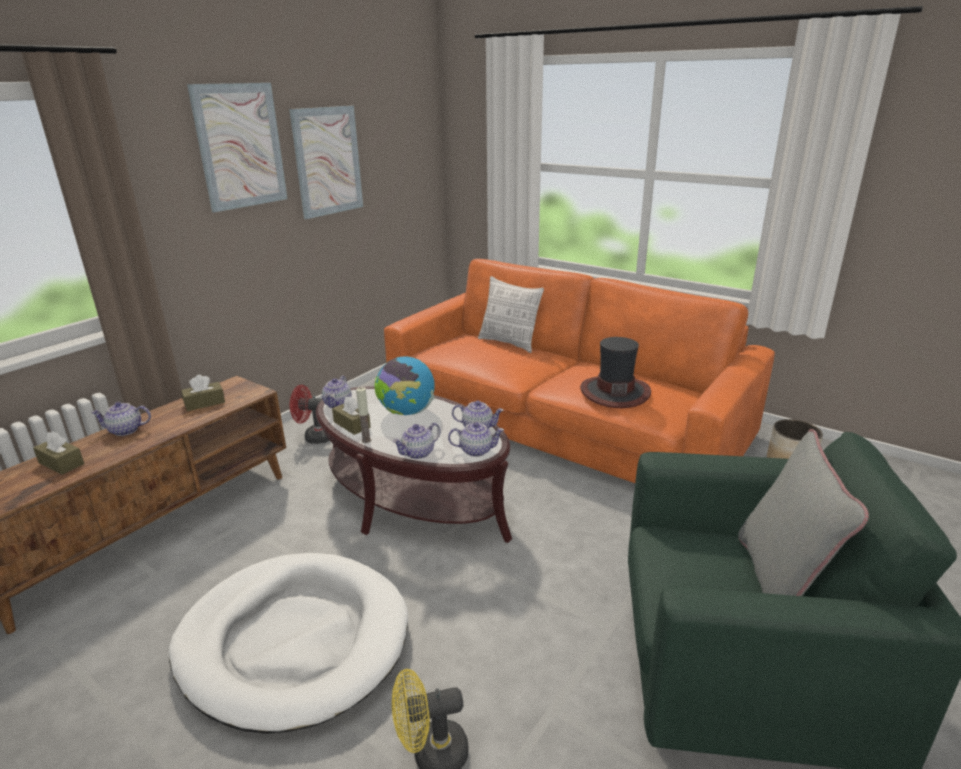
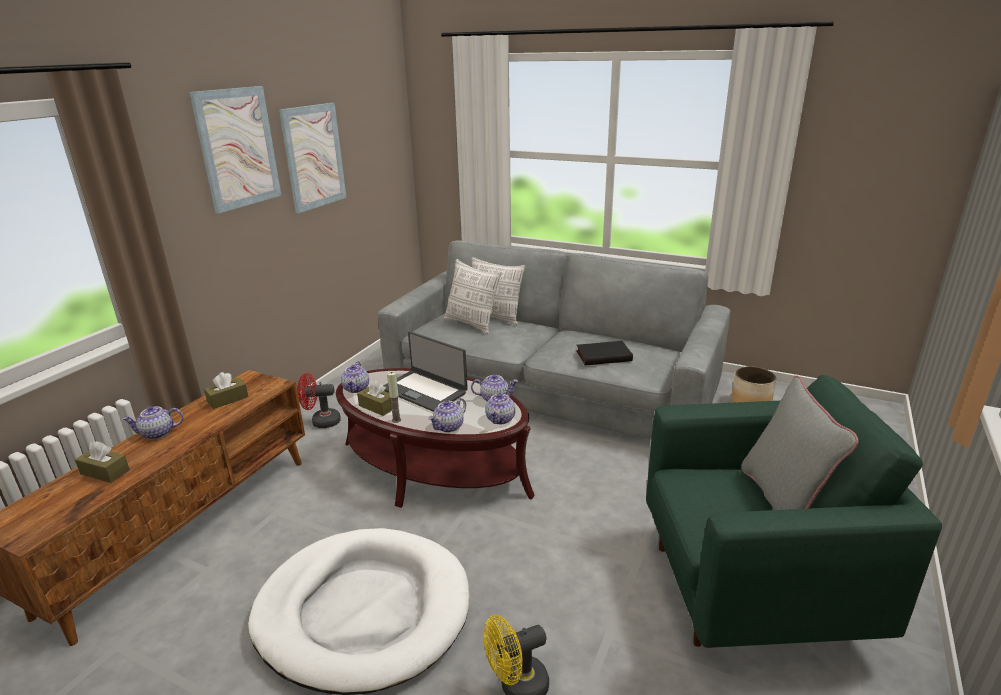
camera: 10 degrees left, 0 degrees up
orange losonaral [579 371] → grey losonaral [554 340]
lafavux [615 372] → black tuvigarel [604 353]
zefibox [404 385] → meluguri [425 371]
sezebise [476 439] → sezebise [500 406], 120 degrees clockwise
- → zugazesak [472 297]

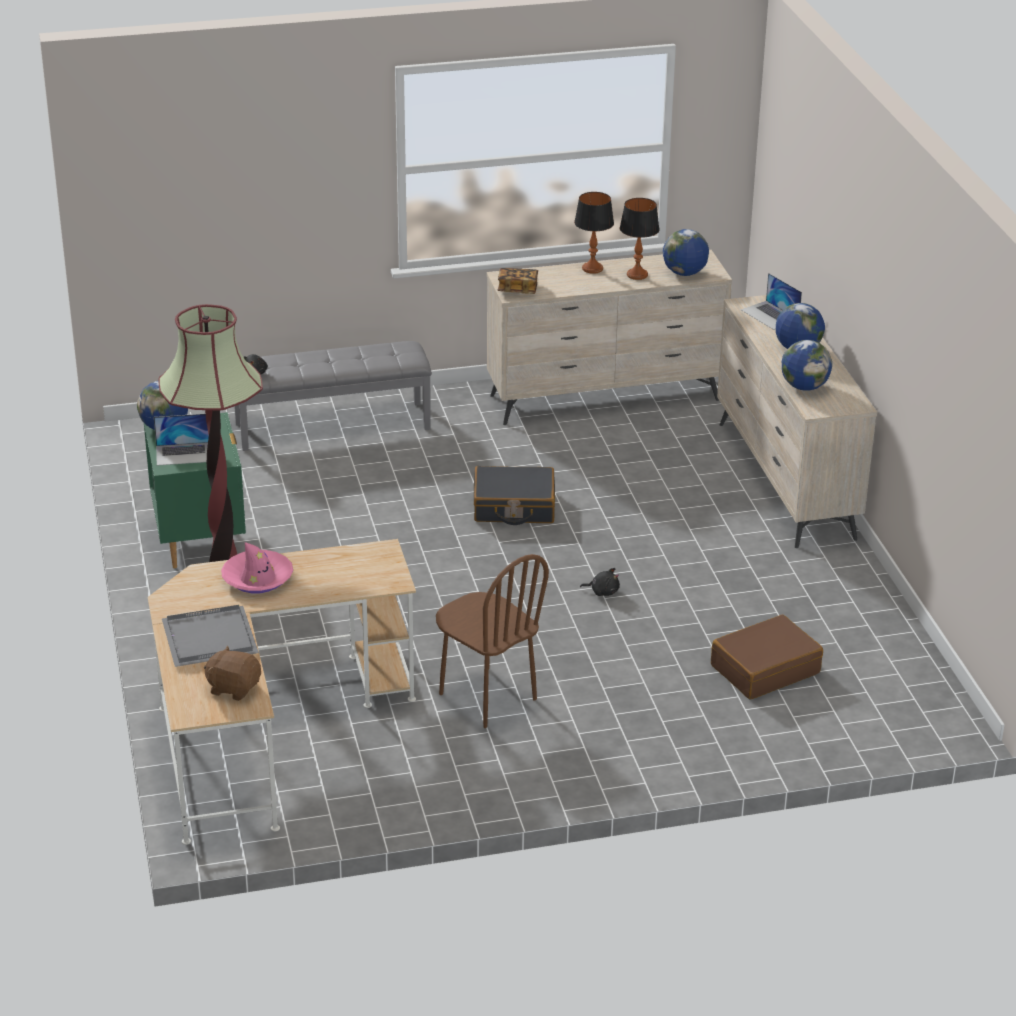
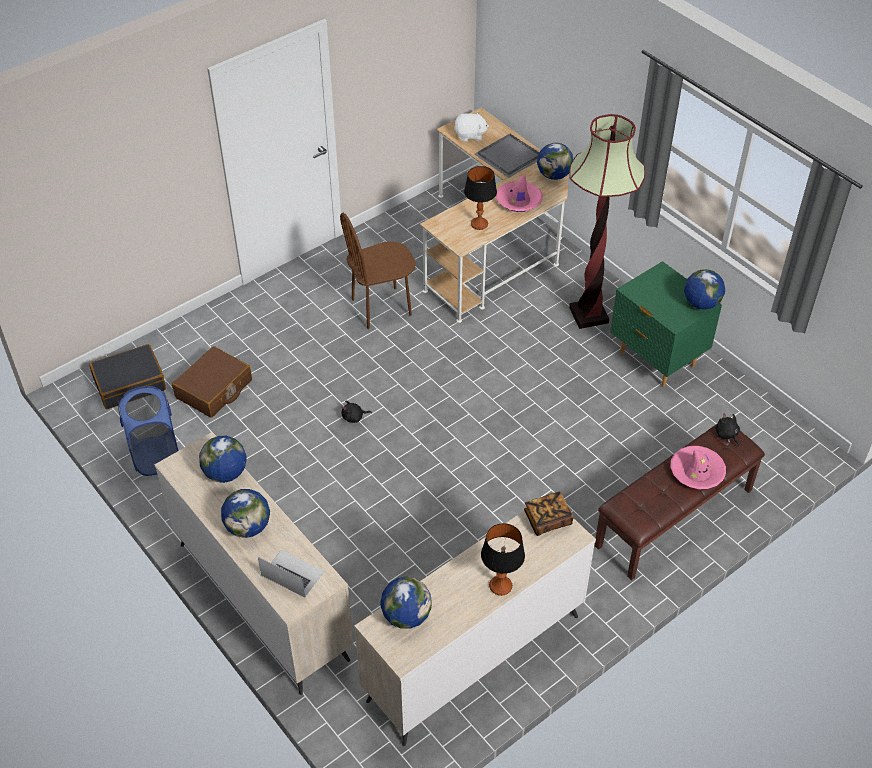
camera: 155 degrees right, 15 degrees up
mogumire [640 239] → mogumire [480 198], moved
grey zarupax [333 396] → brown zarupax [680 502]
meluguri [181 440] → -
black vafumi [514 495] → black vafumi [127 376], moved
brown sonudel [492 641] → brown sonudel [378 271], 45 degrees counterclockwise
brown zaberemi [232 673] → white zaberemi [471 127]
- → zefibox [555 161]
- → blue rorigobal [148 431]
- → pink lafavux [698 467]

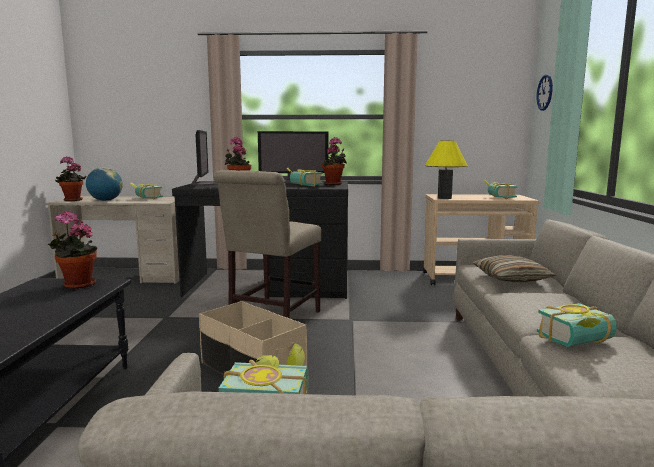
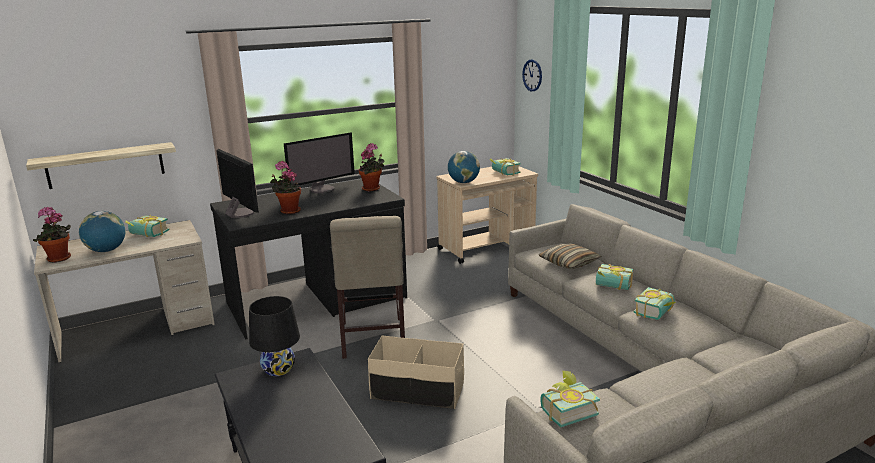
camera: 30 degrees left, 10 degrees up
yellow mogumire [446 169] → zefibox [464 167]
tuvigarel [304 177] → tuvigarel [614 277], moved
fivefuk [72 250] → black mogumire [274 336]
- → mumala [101 165]

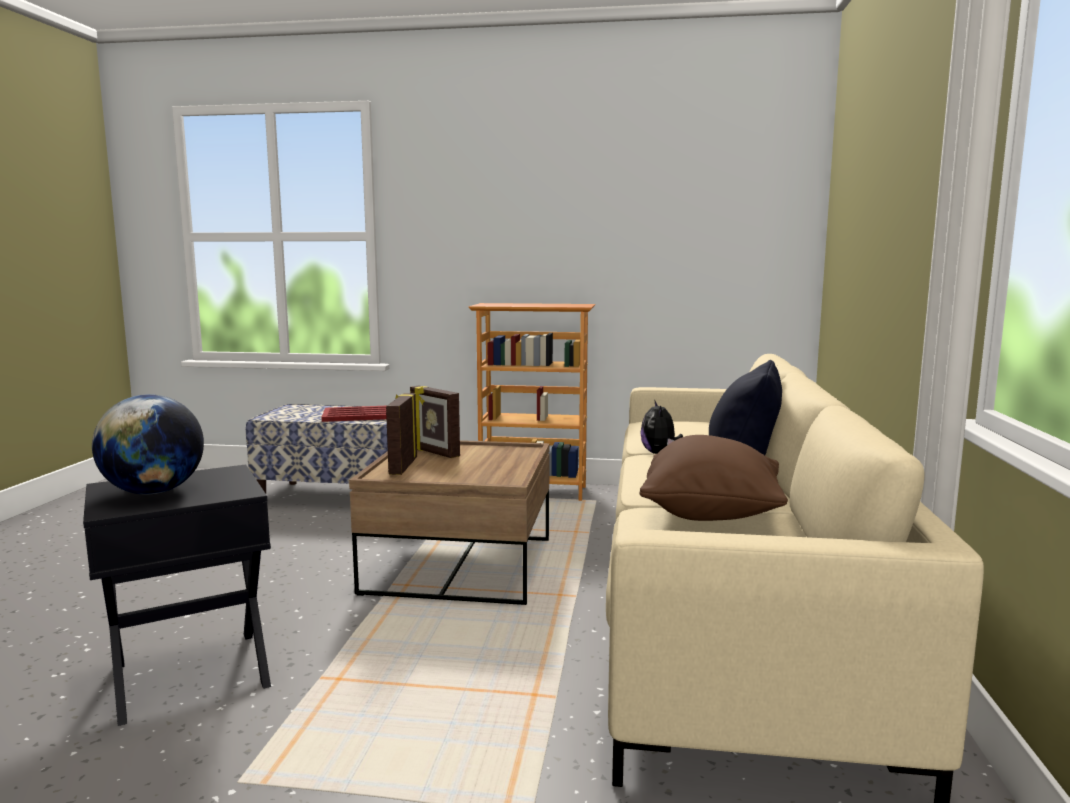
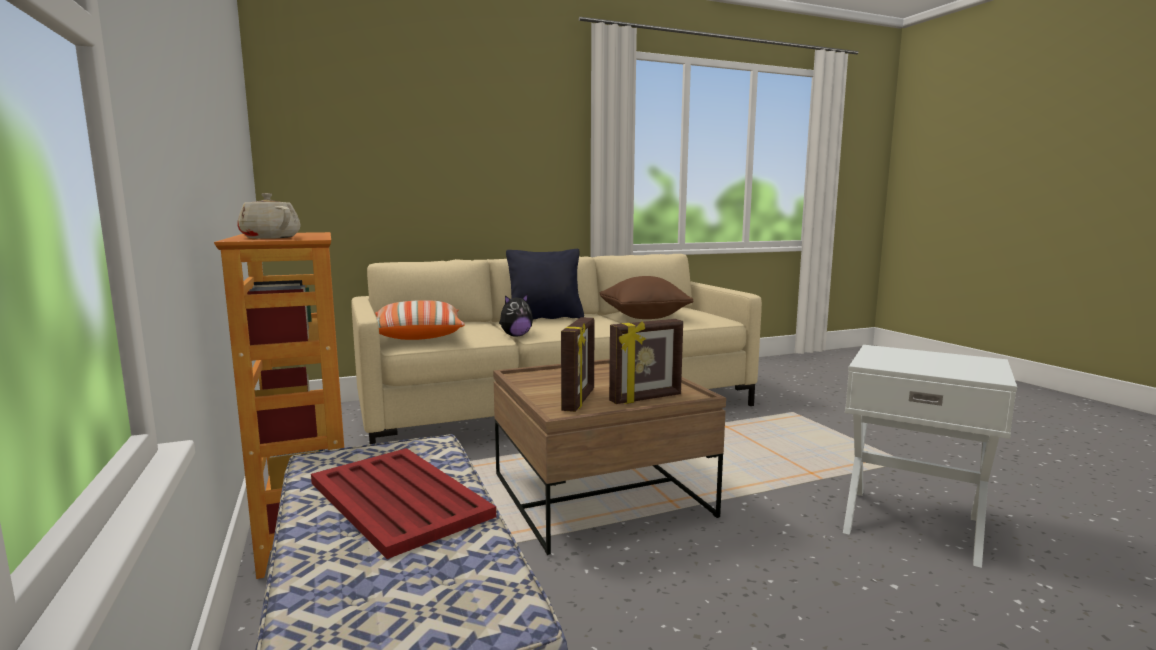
camera: 120 degrees left, 0 degrees up
zefibox [148 444] → -
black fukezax [177 595] → white fukezax [930 456]
- → beige sezebise [269 216]
- → zugazesak [420 320]

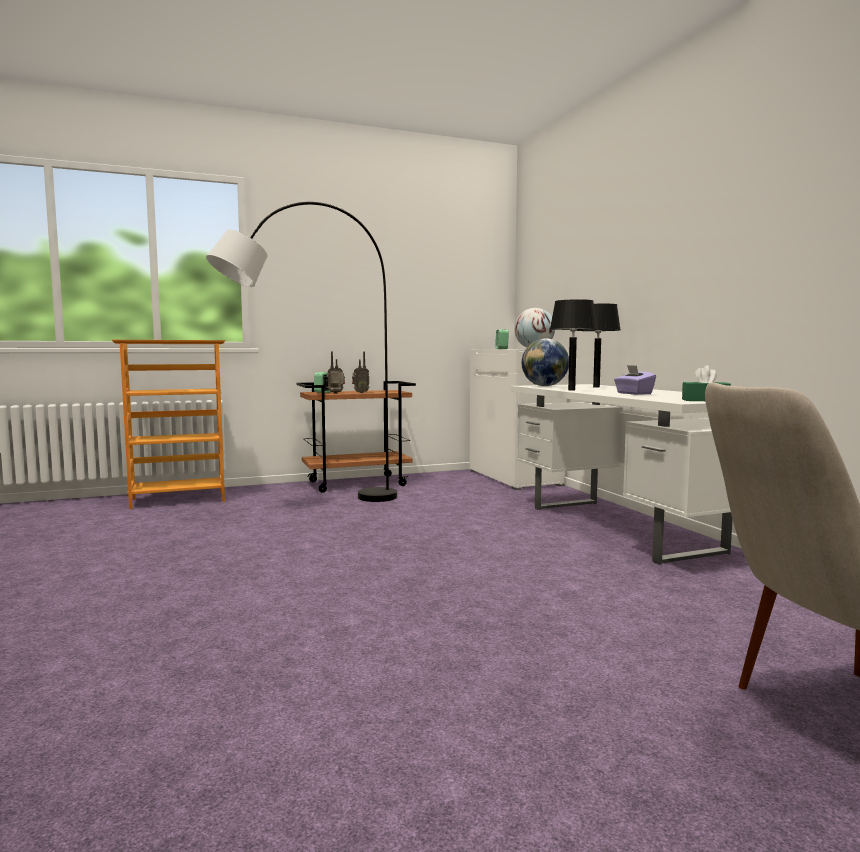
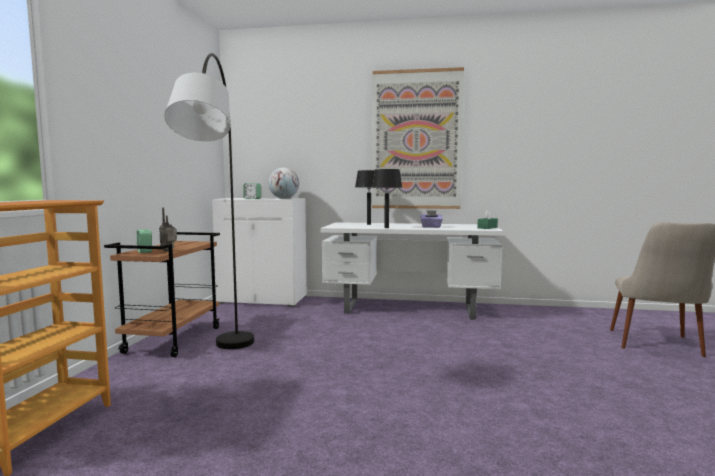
camera: 60 degrees left, 0 degrees up
zefibox [545 362] → -
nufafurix [360 372] → -
- → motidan [418 138]

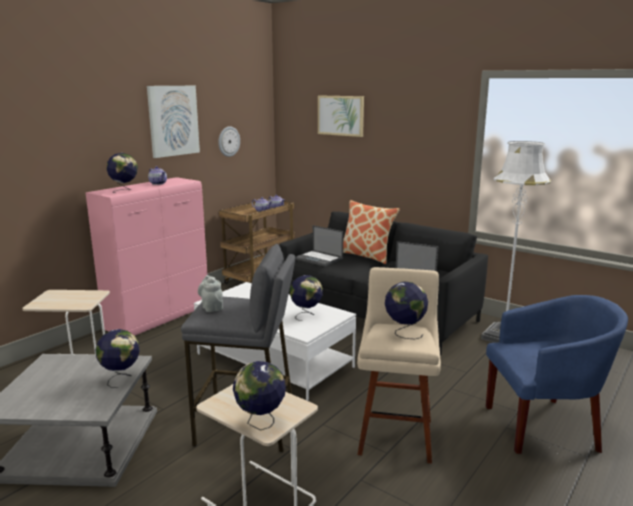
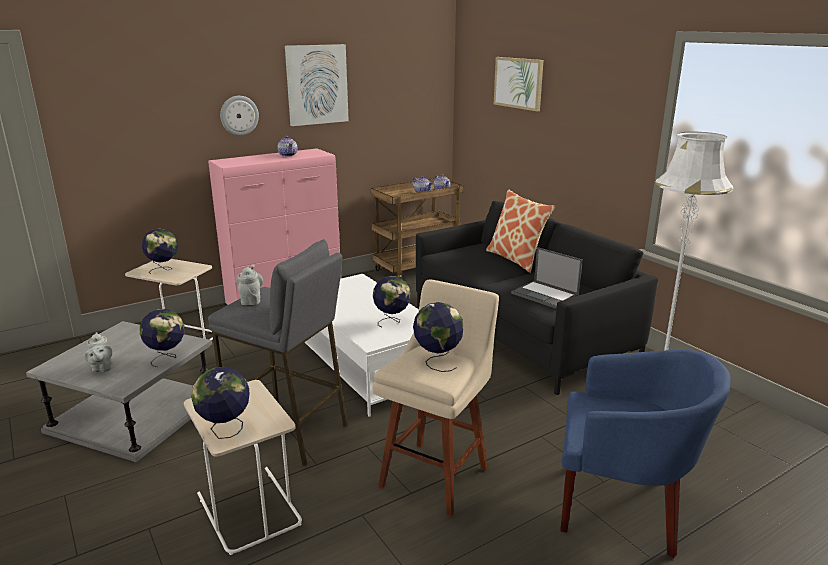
camera: 20 degrees right, 5 degrees up
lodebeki [229 141] → lodebeki [239 116], moved
zefibox [122 173] → zefibox [160 251], moved
meluguri [320 245] → -
- → grey sezebise [98 352]

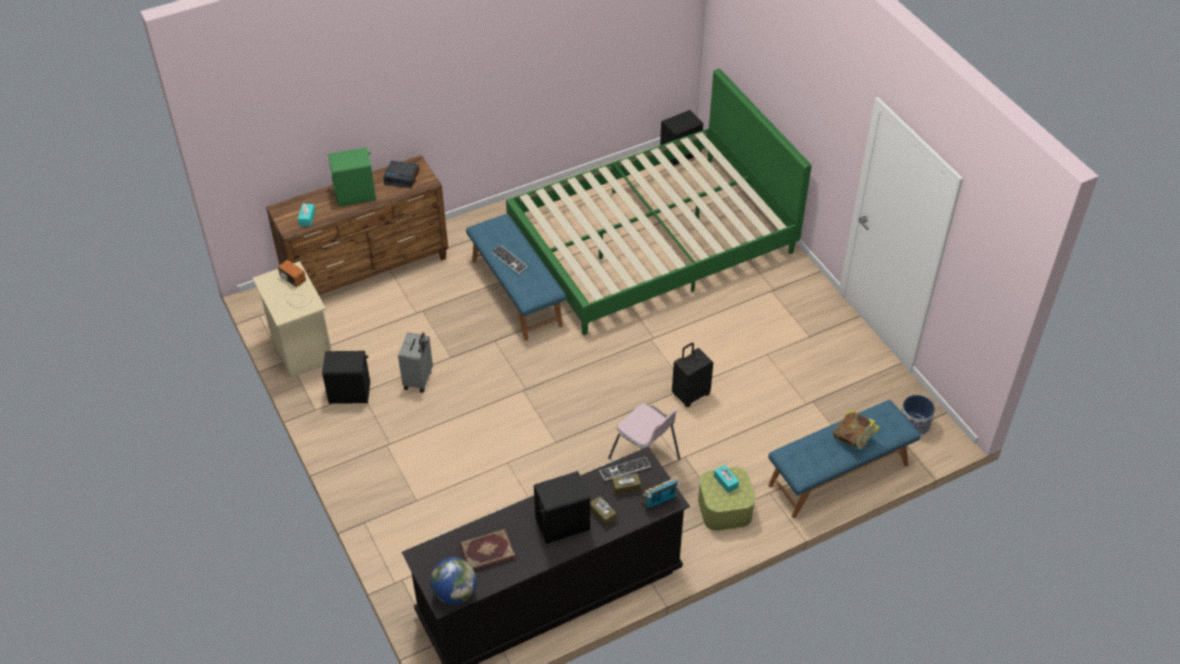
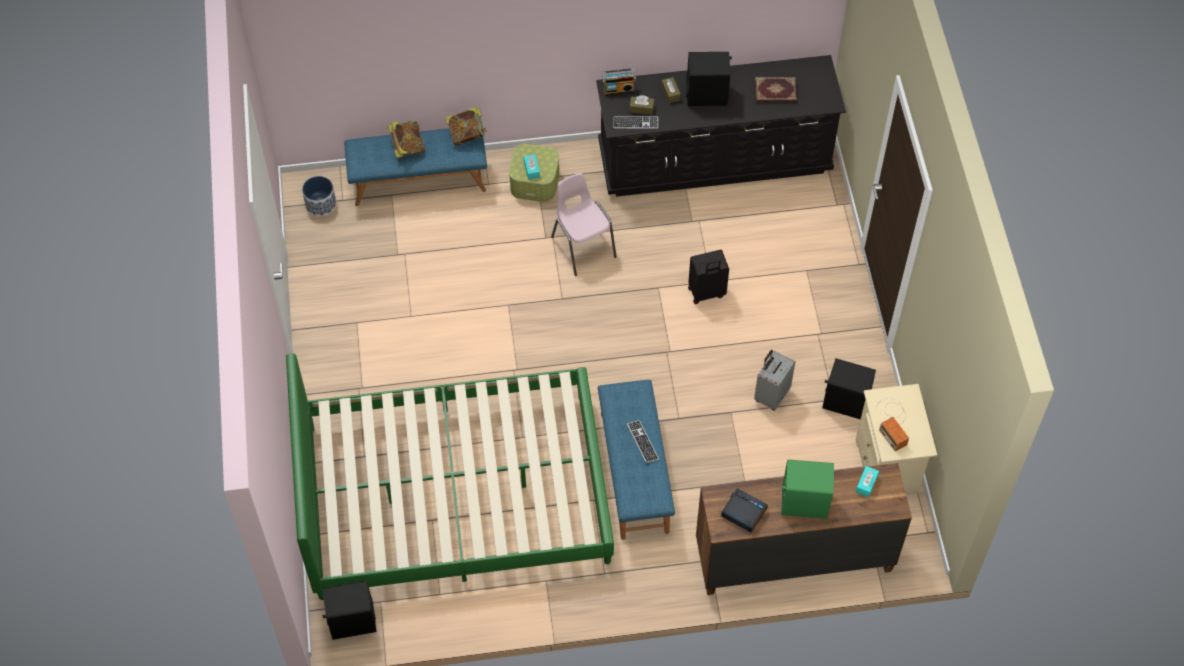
camera: 160 degrees left, 10 degrees up
black vafumi [692 374] → black vafumi [708 277], moved
zefibox [453 580] → -
- → tuvigarel [466 126]

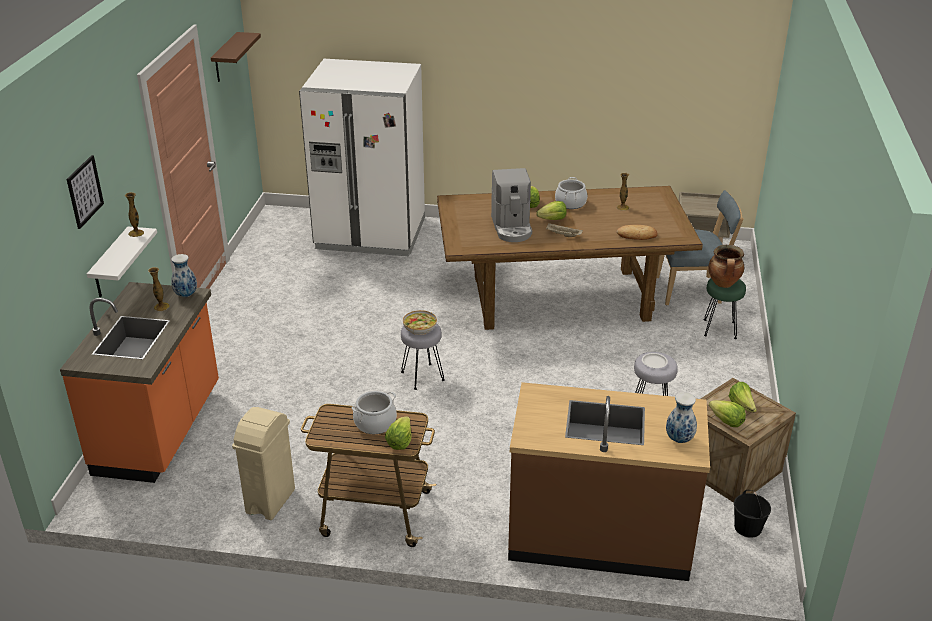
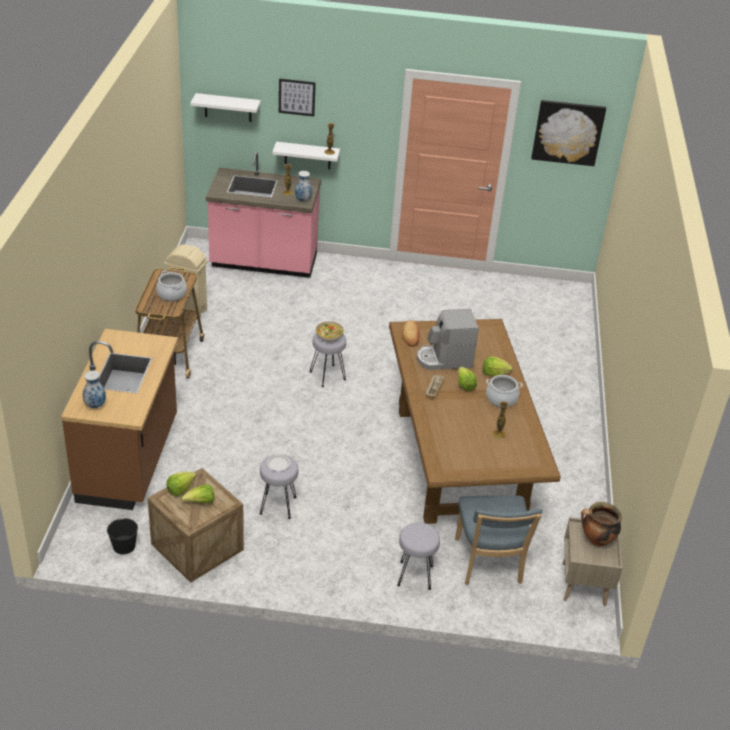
camera: 85 degrees right, 5 degrees up
brown mumala [236 57] → motidan [568 133]
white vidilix [362 157] → -
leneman [637 232] → leneman [411 333], moved
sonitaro [726 266] → sonitaro [601 524], moved
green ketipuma [725 308] → grey ketipuma [418 556]
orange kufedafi [139 382] → pink kufedafi [263 215]
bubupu [398 433] → -
- → white mumala [225 107]

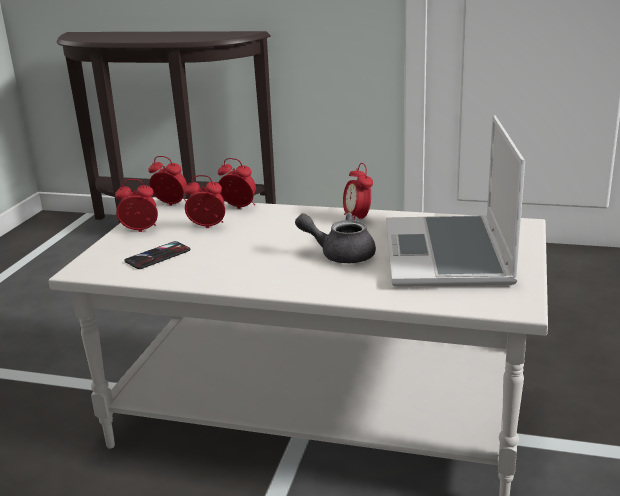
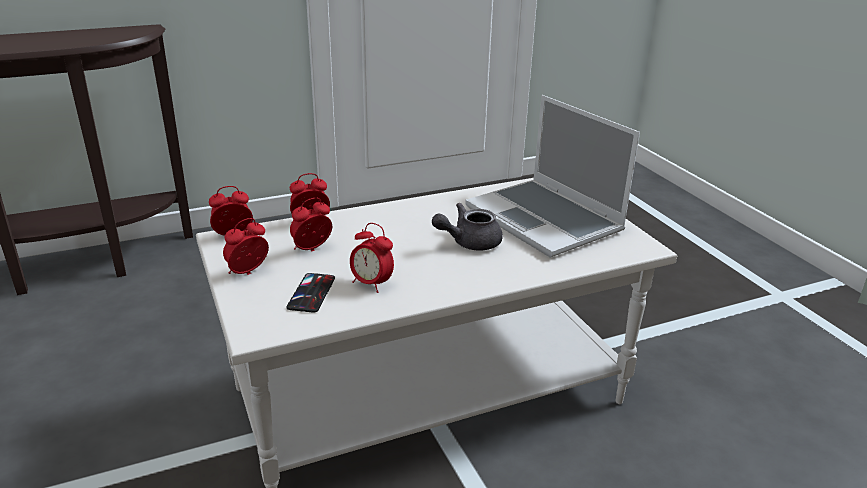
camera: 40 degrees left, 5 degrees up
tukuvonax [358 191] → tukuvonax [372 258], moved

